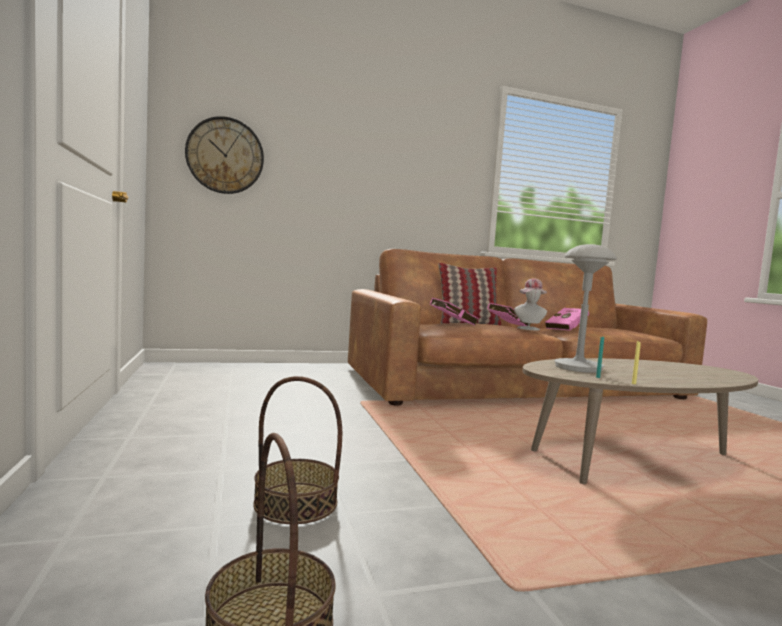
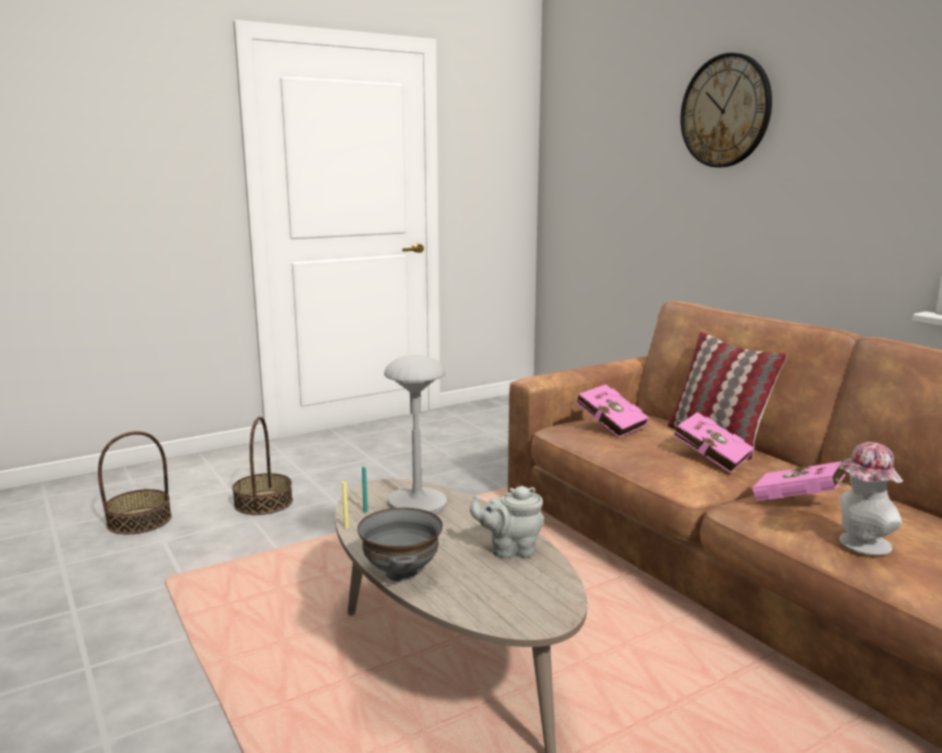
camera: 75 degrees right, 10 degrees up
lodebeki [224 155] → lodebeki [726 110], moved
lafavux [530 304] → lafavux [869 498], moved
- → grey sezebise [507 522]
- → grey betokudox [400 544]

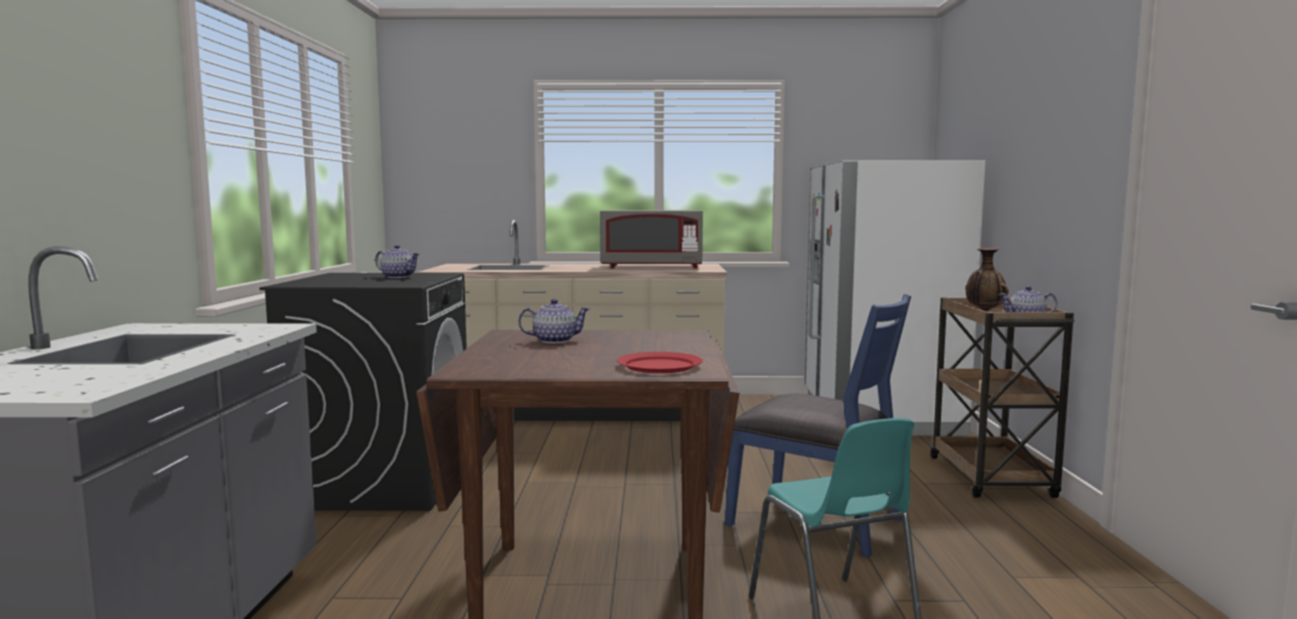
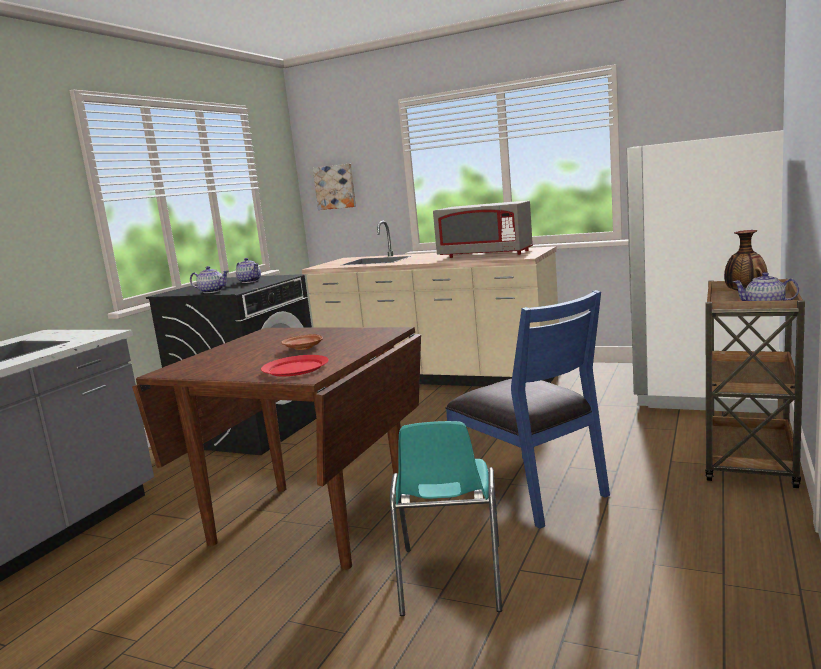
camera: 25 degrees right, 5 degrees up
sezebise [554 321] → sezebise [209 279], moved
- → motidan [334 187]
- → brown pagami [302 342]

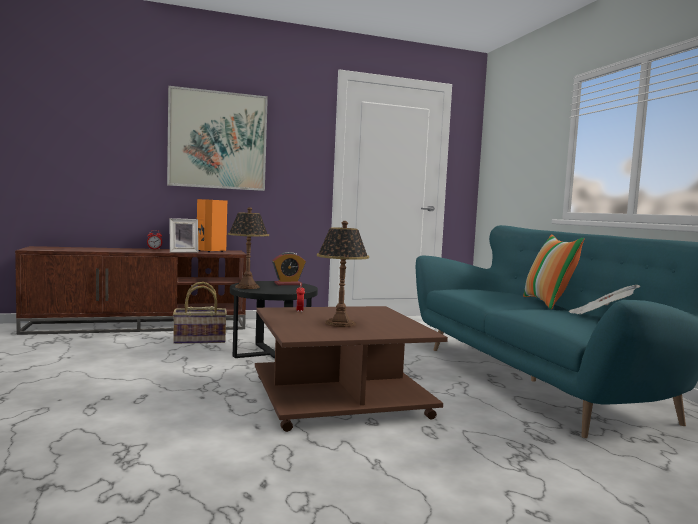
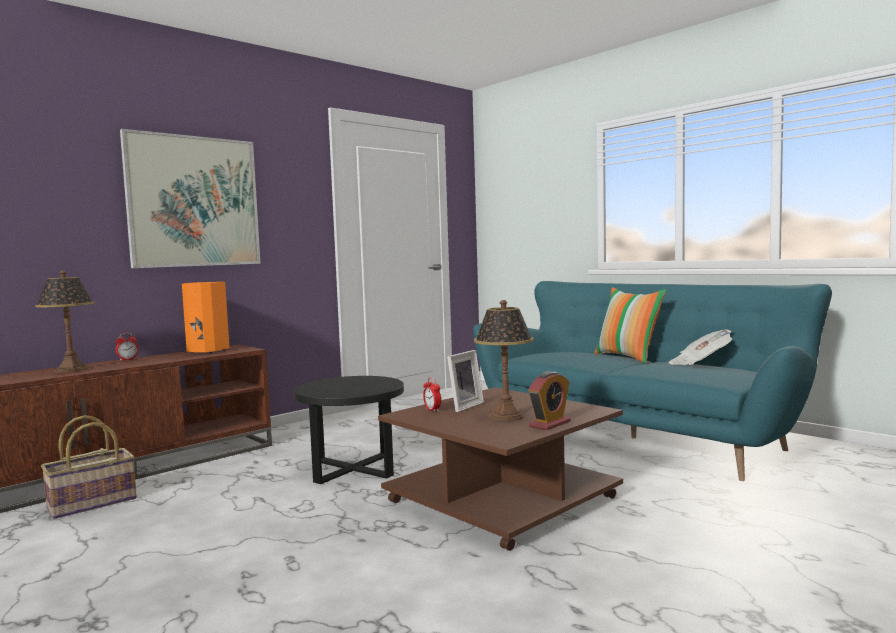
camera: 25 degrees left, 0 degrees up
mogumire [248 248] → mogumire [64 321], moved
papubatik [183 235] → papubatik [465 381], moved
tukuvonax [289 268] → tukuvonax [549 400], moved
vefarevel [200 313] → vefarevel [89 467], moved

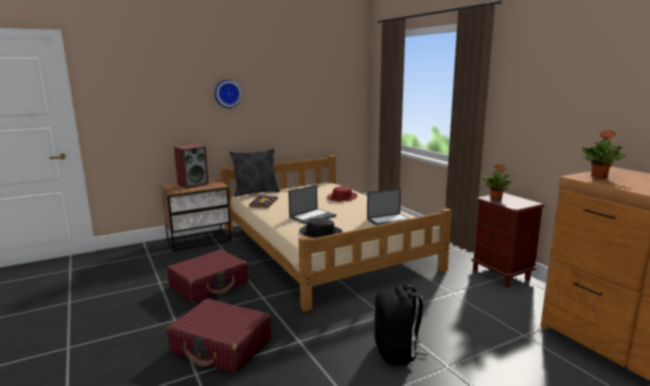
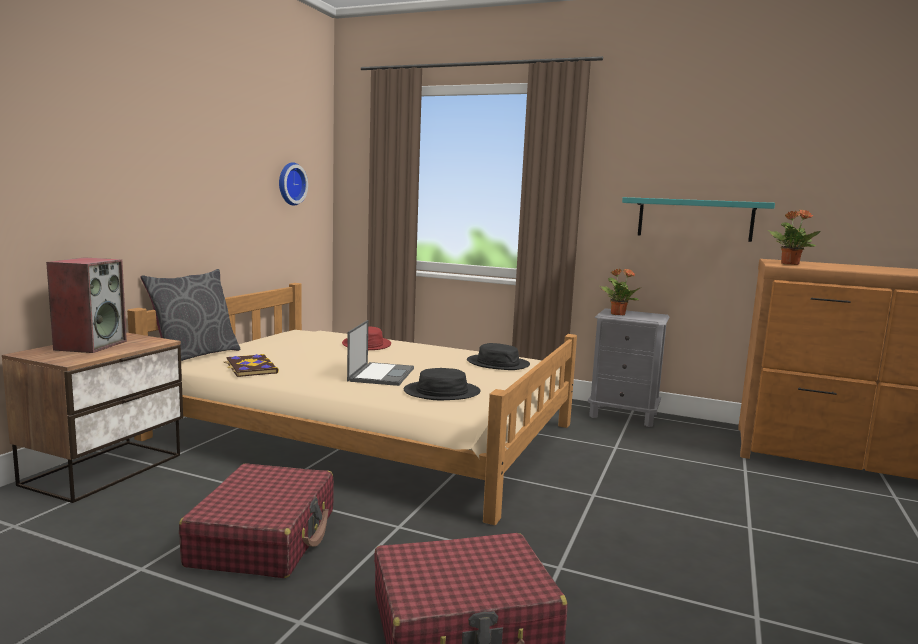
camera: 40 degrees left, 5 degrees down
lodebeki [228 94] → lodebeki [293 184], moved
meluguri [388 207] → black lafavux [498 356]
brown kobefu [507 240] → grey kobefu [629 367]
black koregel [401 324] → -
- → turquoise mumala [698 219]

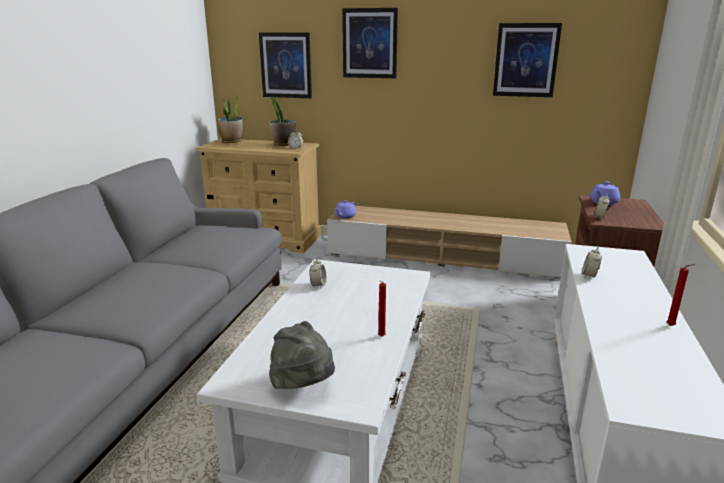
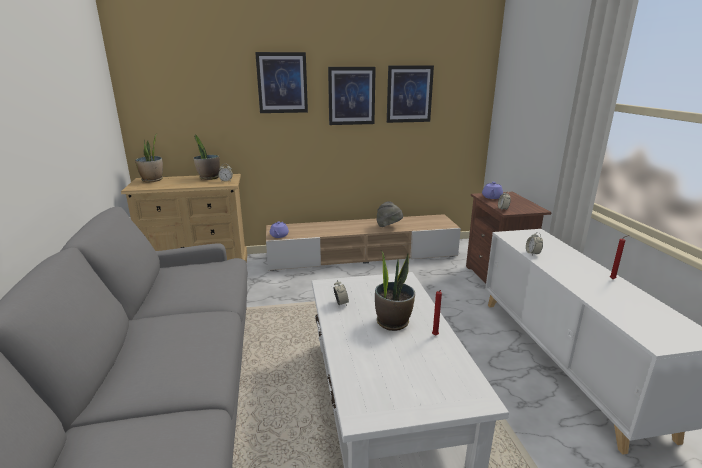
camera: 25 degrees left, 0 degrees up
motidan [285 65] → motidan [352 96], moved
grey lafavux [302 355] → grey lafavux [389 214], moved
- → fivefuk [395 290]

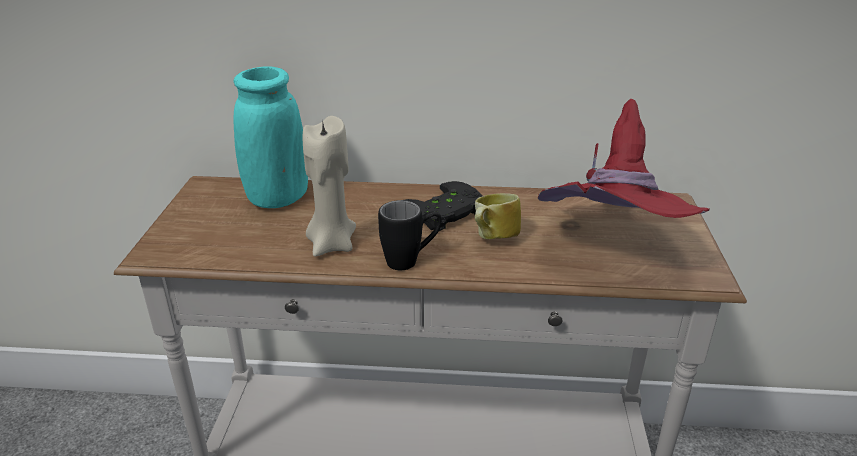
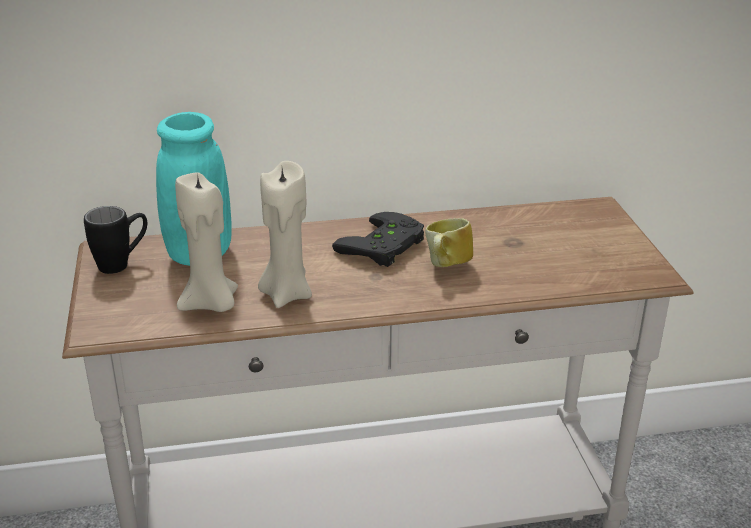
camera: 15 degrees left, 0 degrees up
red lafavux [623 158] → -
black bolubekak [410 235] → black bolubekak [115 240], moved
- → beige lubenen [206 242]

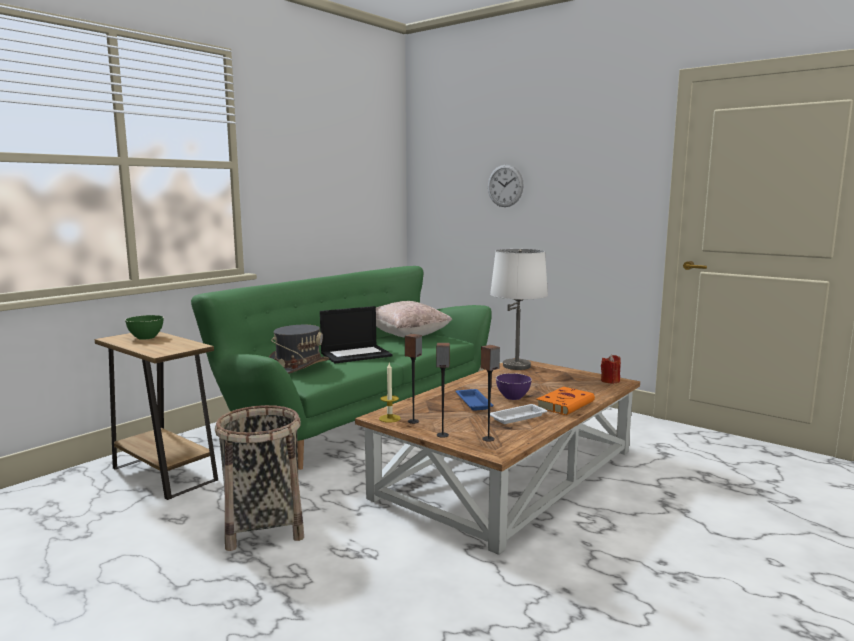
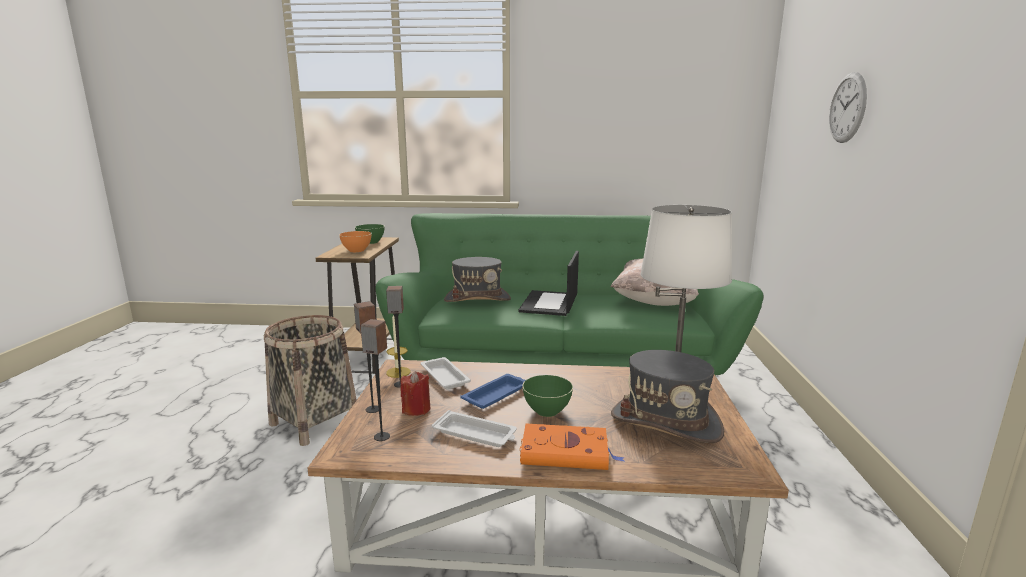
camera: 55 degrees right, 5 degrees up
meluguri [356 335] → meluguri [548 283], 75 degrees clockwise
red lubenen [611 369] → red lubenen [415 393], moved
purple betokudox [514 386] → green betokudox [547 396]
- → orange betokudox [355 241]
- → grey lafavux [667 396]
- → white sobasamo [446 373]

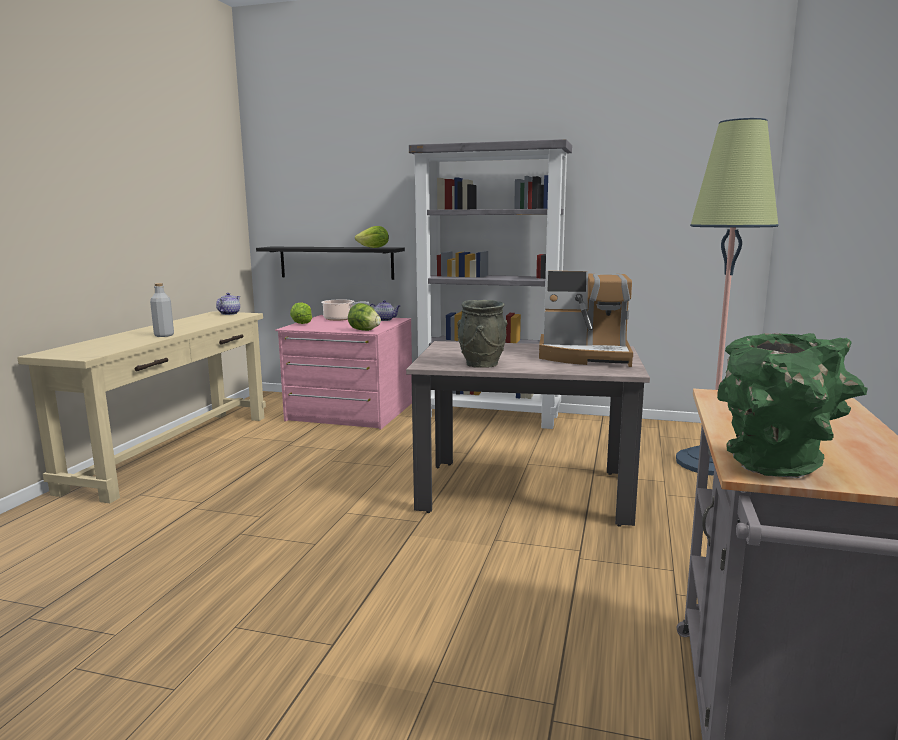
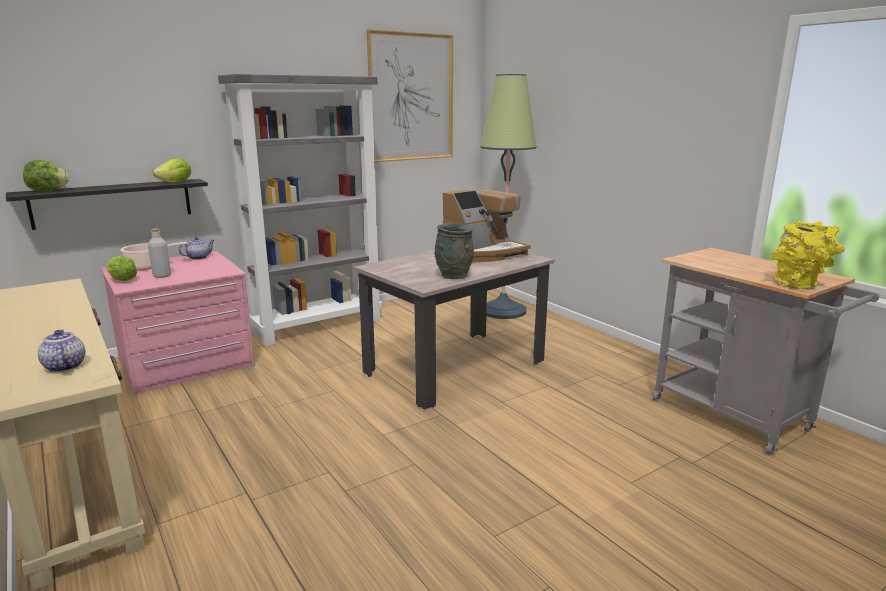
camera: 50 degrees left, 5 degrees up
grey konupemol [162 310] → grey konupemol [159 253], moved
sezebise [228 304] → sezebise [61 350], moved
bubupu [364 317] → bubupu [46 175], moved
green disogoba [792 405] → yellow disogoba [808 255]
- → motidan [410 95]

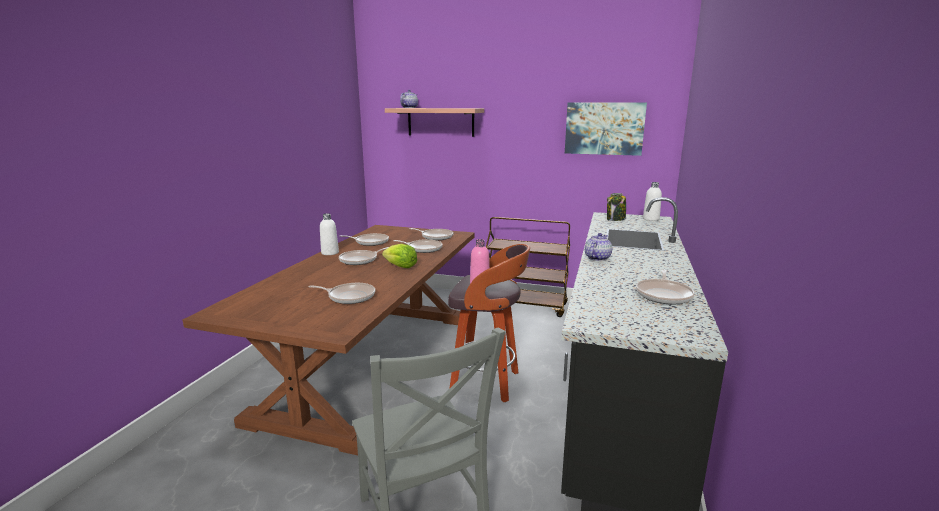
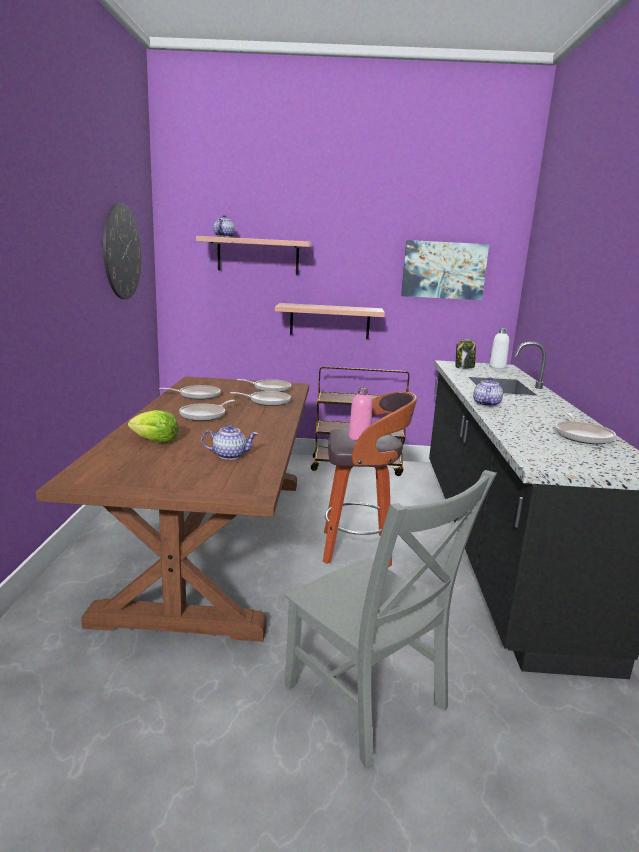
camera: 15 degrees left, 0 degrees up
white konupemol [329 234] → -
bubupu [399 256] → bubupu [153 426], moved
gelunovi [342 293] → sezebise [229 442]
- → lodebeki [122 251]
- → mumala [330 321]

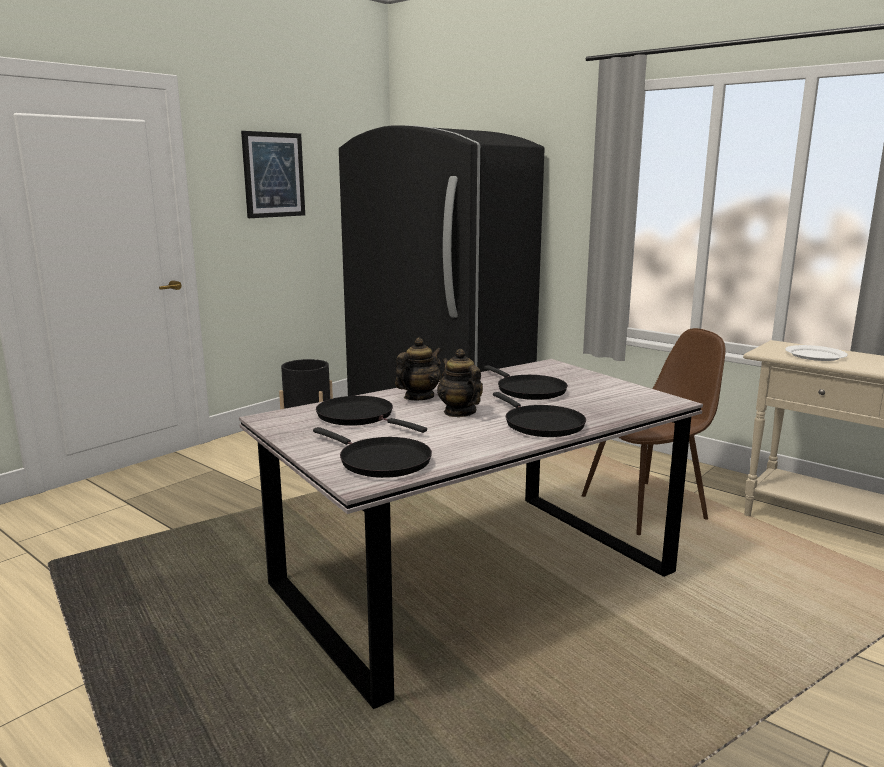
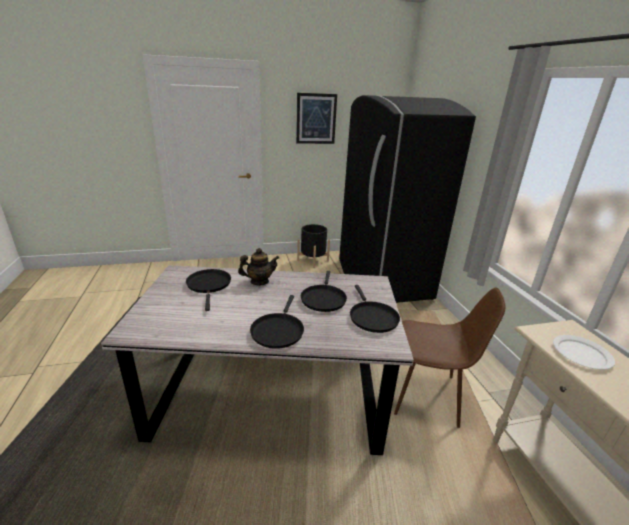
camera: 35 degrees right, 10 degrees up
sezebise [460 383] → -
black gelunovi [372 452] → black gelunovi [375 309], moved

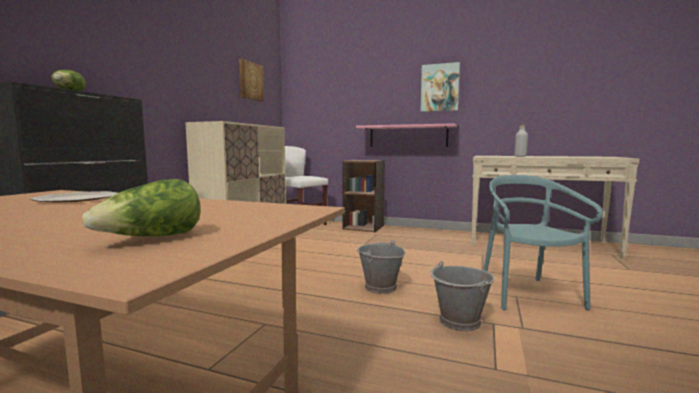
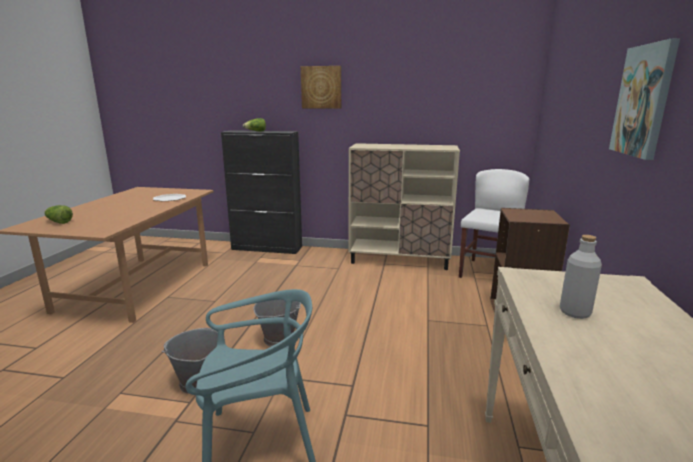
camera: 80 degrees right, 10 degrees up
motidan [251 79] → motidan [321 87], moved
pink mumala [406 135] → -

